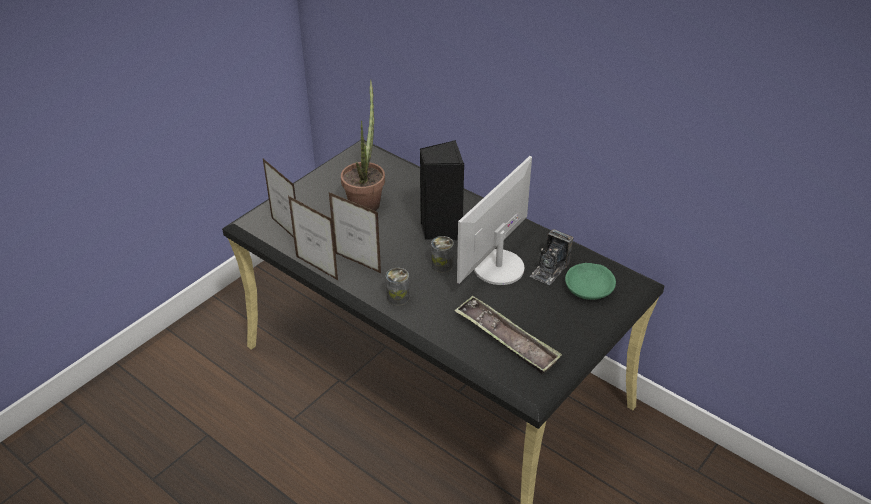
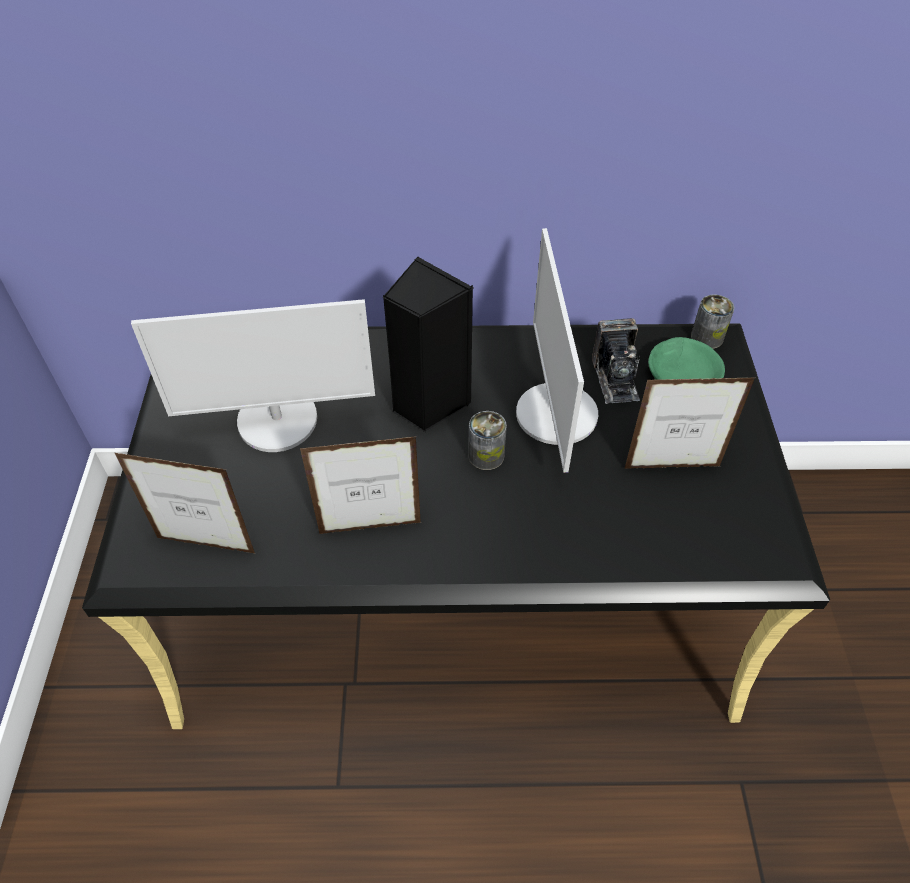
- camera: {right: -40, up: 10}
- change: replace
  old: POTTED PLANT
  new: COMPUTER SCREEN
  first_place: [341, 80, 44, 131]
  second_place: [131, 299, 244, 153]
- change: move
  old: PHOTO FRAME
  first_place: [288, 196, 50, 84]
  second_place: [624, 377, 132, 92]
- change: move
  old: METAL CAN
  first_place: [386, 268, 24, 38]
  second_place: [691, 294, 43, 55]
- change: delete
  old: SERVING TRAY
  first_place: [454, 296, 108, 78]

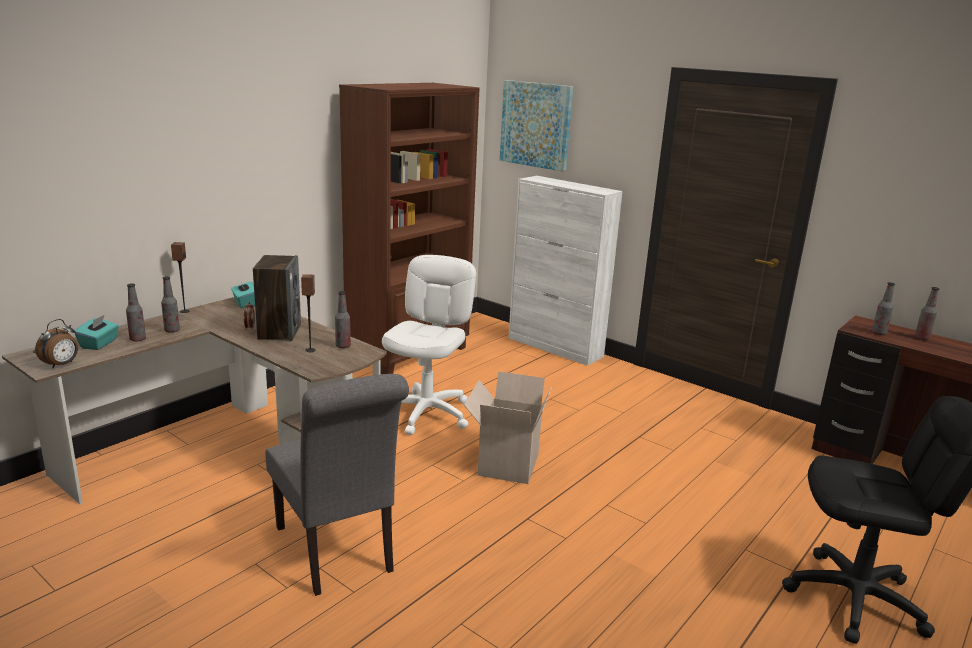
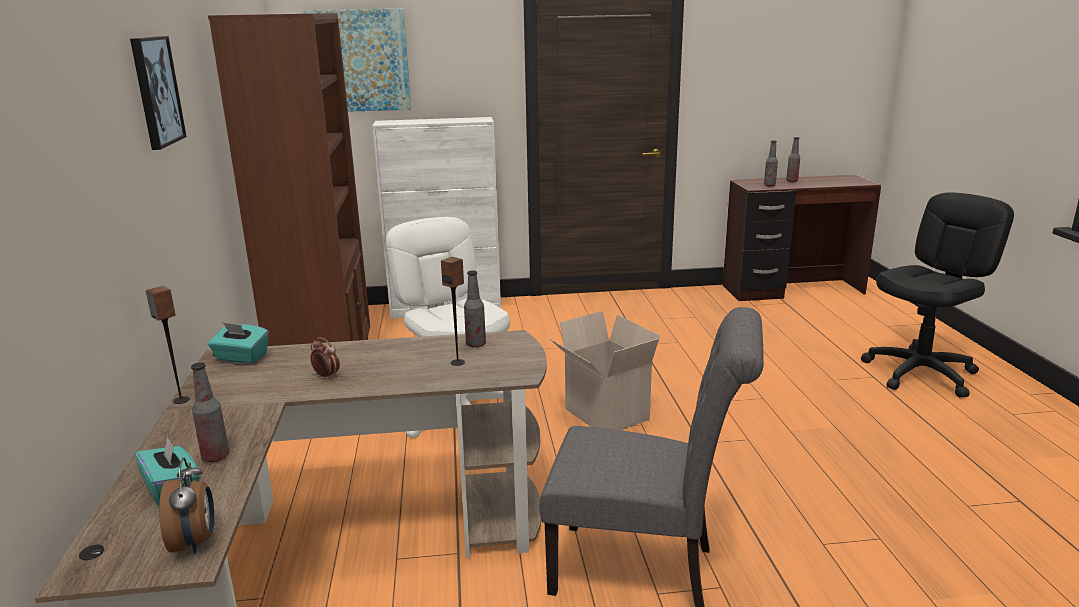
- camera: {right: -45, up: 0}
- change: insert
  new: PICTURE
  second_place: [130, 36, 57, 114]
- change: delete
  old: DRINK BOTTLE
  first_place: [161, 276, 19, 57]
- change: delete
  old: LOUDSPEAKER
  first_place: [253, 255, 48, 86]

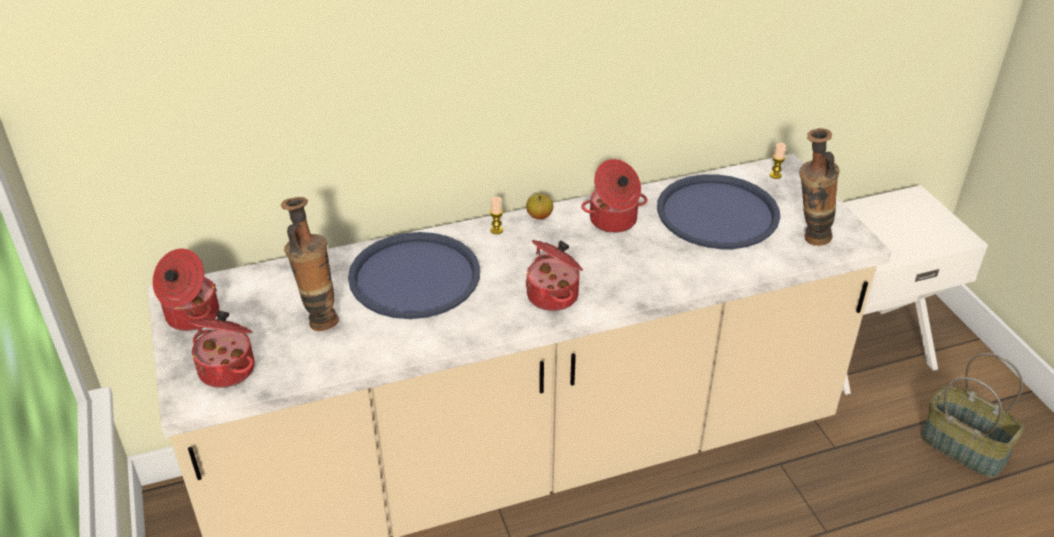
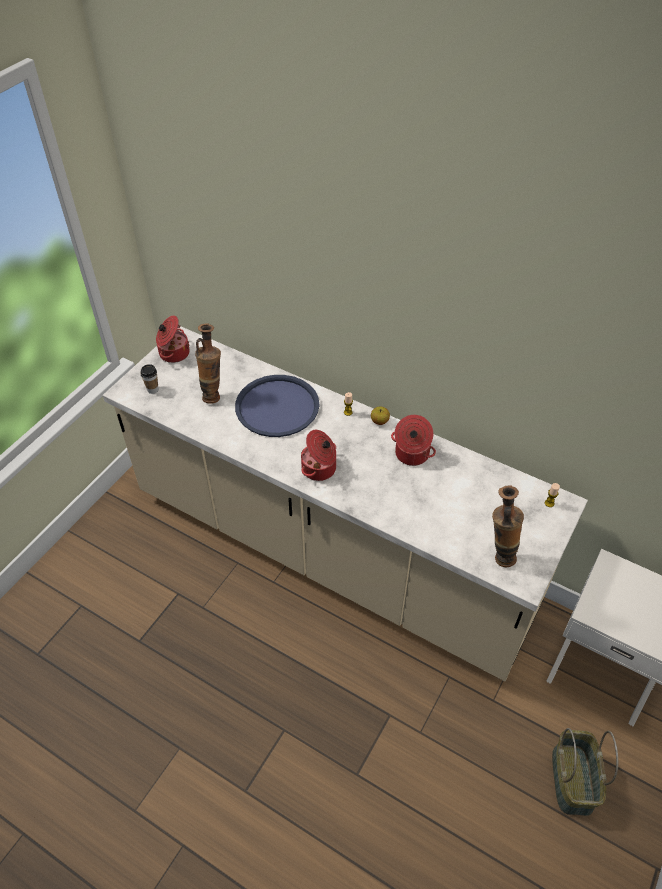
- camera: {right: 50, up: 10}
- change: replace
  old: STOCKPOT
  new: DRINKING CUP
  first_place: [187, 310, 68, 78]
  second_place: [140, 364, 19, 30]
- change: delete
  old: BLUISH SERVING TRAY
  first_place: [657, 174, 123, 75]

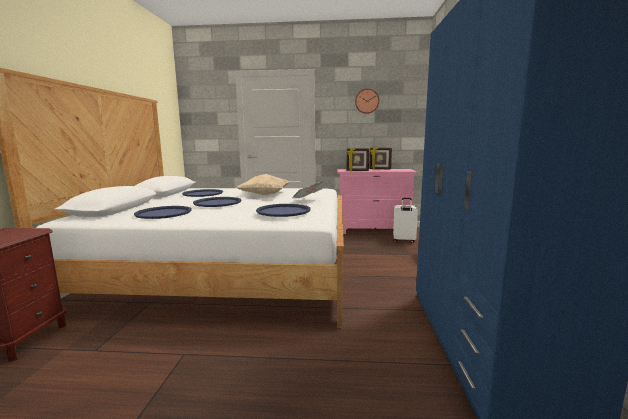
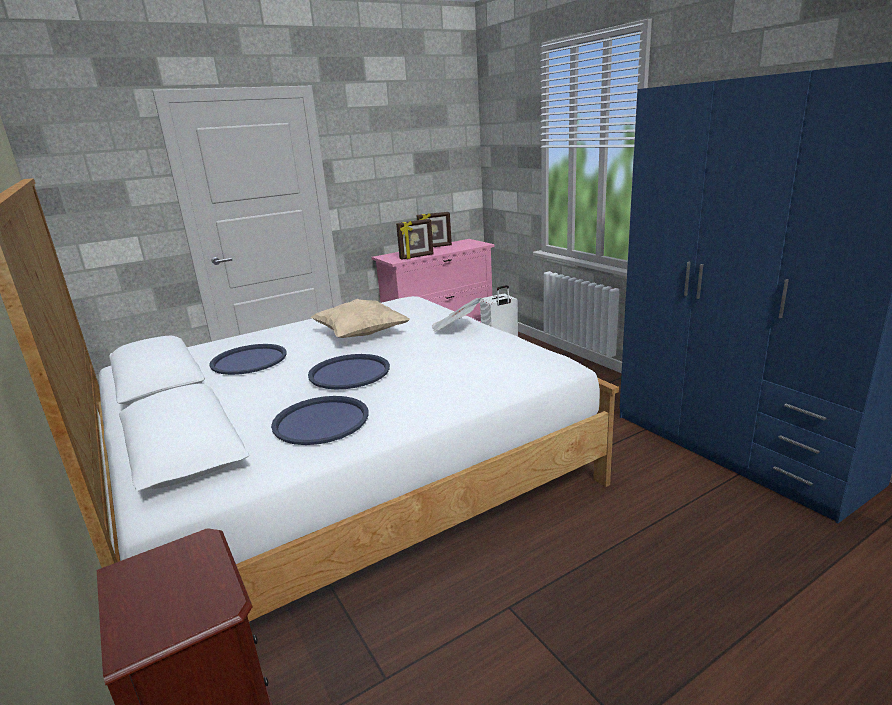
- camera: {right: -35, up: 10}
- change: delete
  old: BLUISH SERVING TRAY
  first_place: [256, 204, 55, 13]
- change: delete
  old: HANGING CLOCK
  first_place: [355, 89, 24, 25]

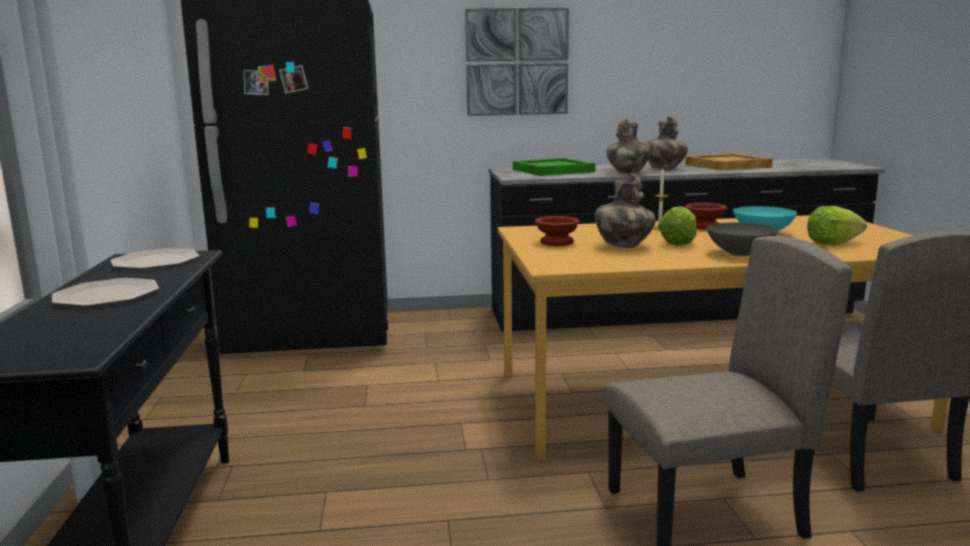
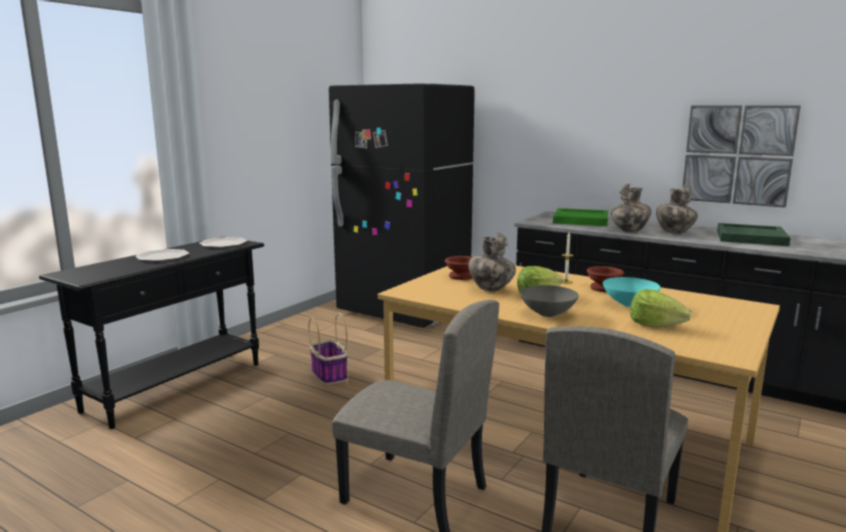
- camera: {right: 40, up: 0}
- change: insert
  new: HOUSEHOLD BASKET
  second_place: [309, 313, 39, 72]
- change: move
  old: PICTURE
  first_place: [465, 8, 104, 108]
  second_place: [682, 105, 119, 103]
- change: recolor
  old: SAND-COLOURED SERVING TRAY
  new: GREEN-COLOURED SERVING TRAY
  first_place: [685, 154, 88, 16]
  second_place: [717, 223, 73, 23]

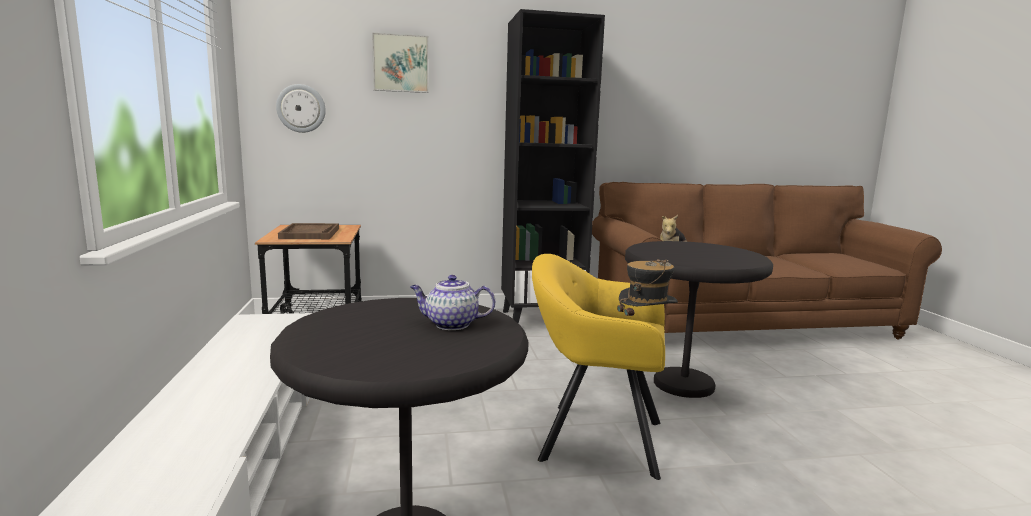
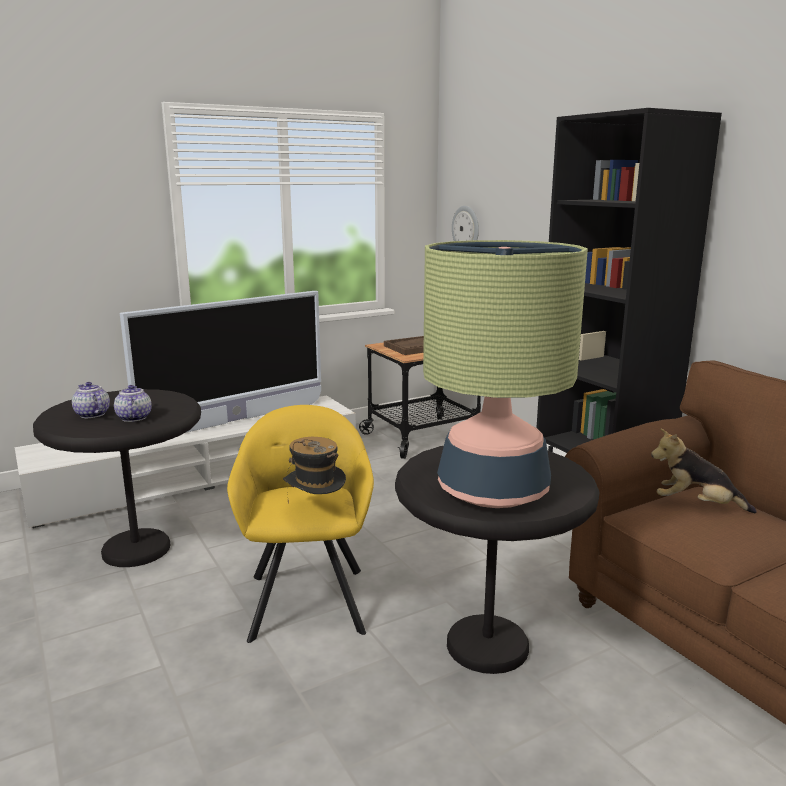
- camera: {right: 70, up: 5}
- change: insert
  new: POT FOR TEA
  second_place: [72, 382, 38, 36]
- change: insert
  new: TELEVISION
  second_place: [120, 291, 201, 142]
- change: insert
  new: LAMP FOR A TABLE
  second_place: [423, 240, 165, 268]
- change: delete
  old: PICTURE
  first_place: [372, 33, 57, 60]

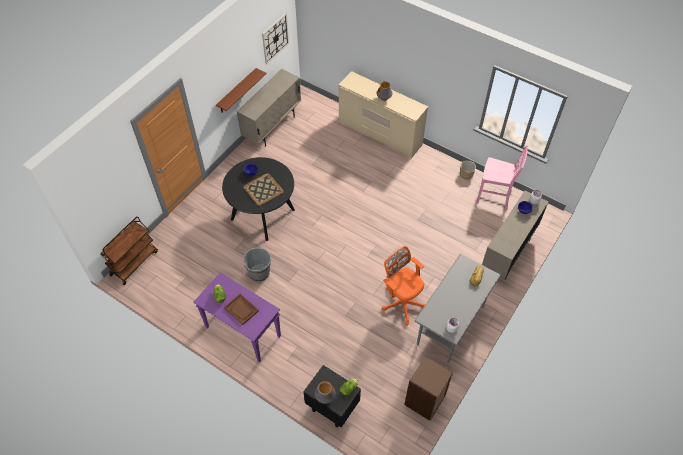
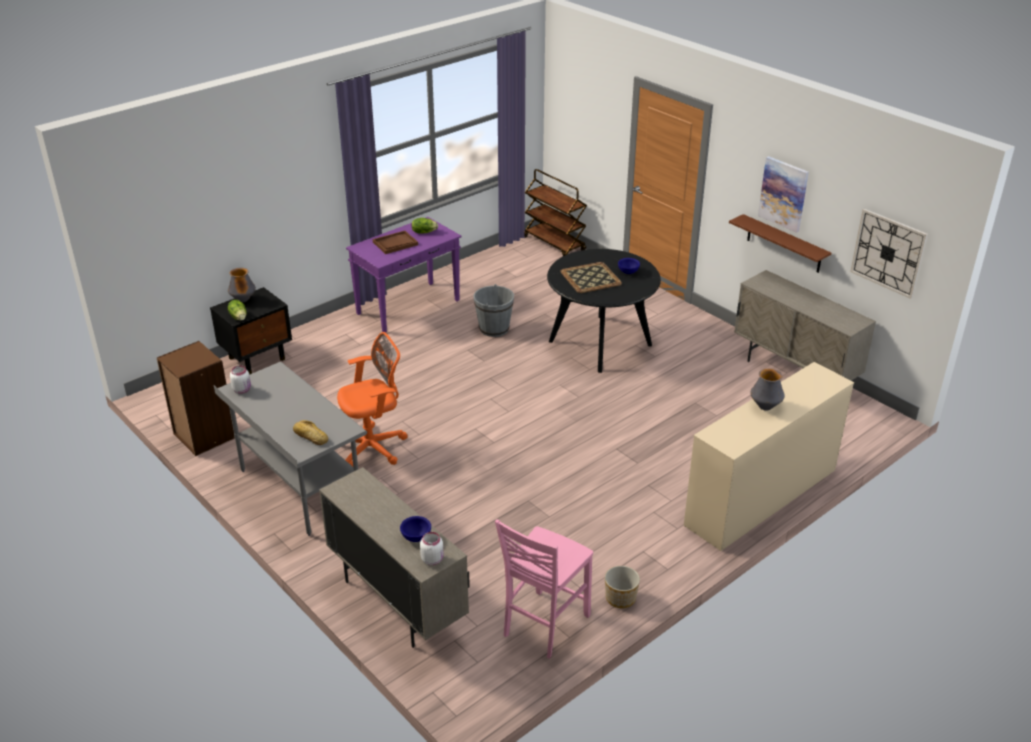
- camera: {right: 105, up: -20}
- change: insert
  new: PICTURE
  second_place: [758, 156, 51, 77]

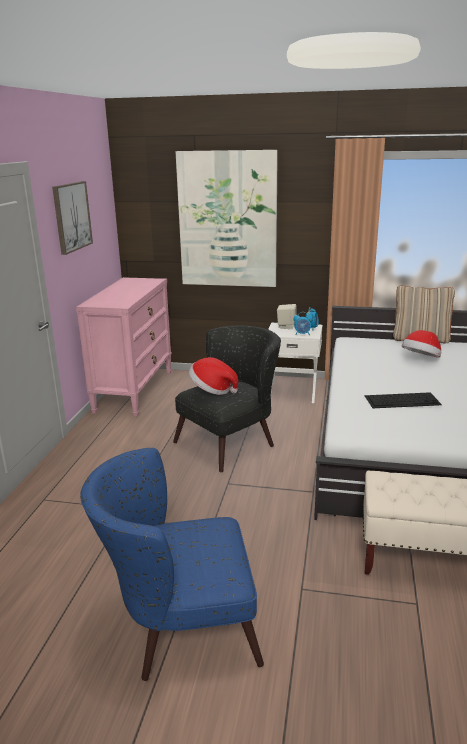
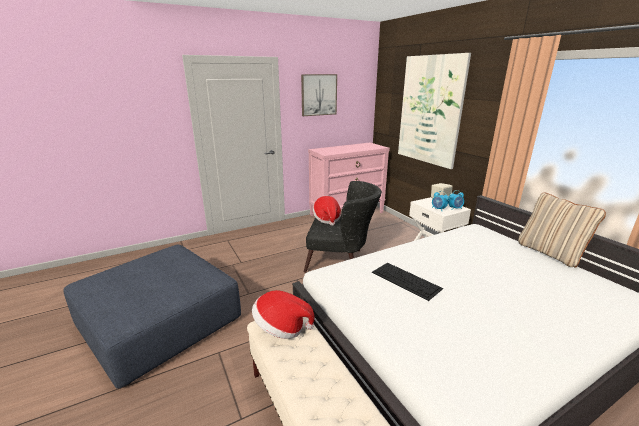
- camera: {right: 50, up: 0}
- change: replace
  old: BLUISH LOUNGE CHAIR
  new: BLUISH POUFFE
  first_place: [80, 448, 184, 233]
  second_place: [63, 244, 178, 145]
- change: move
  old: HAT
  first_place: [402, 330, 39, 27]
  second_place: [252, 290, 63, 49]

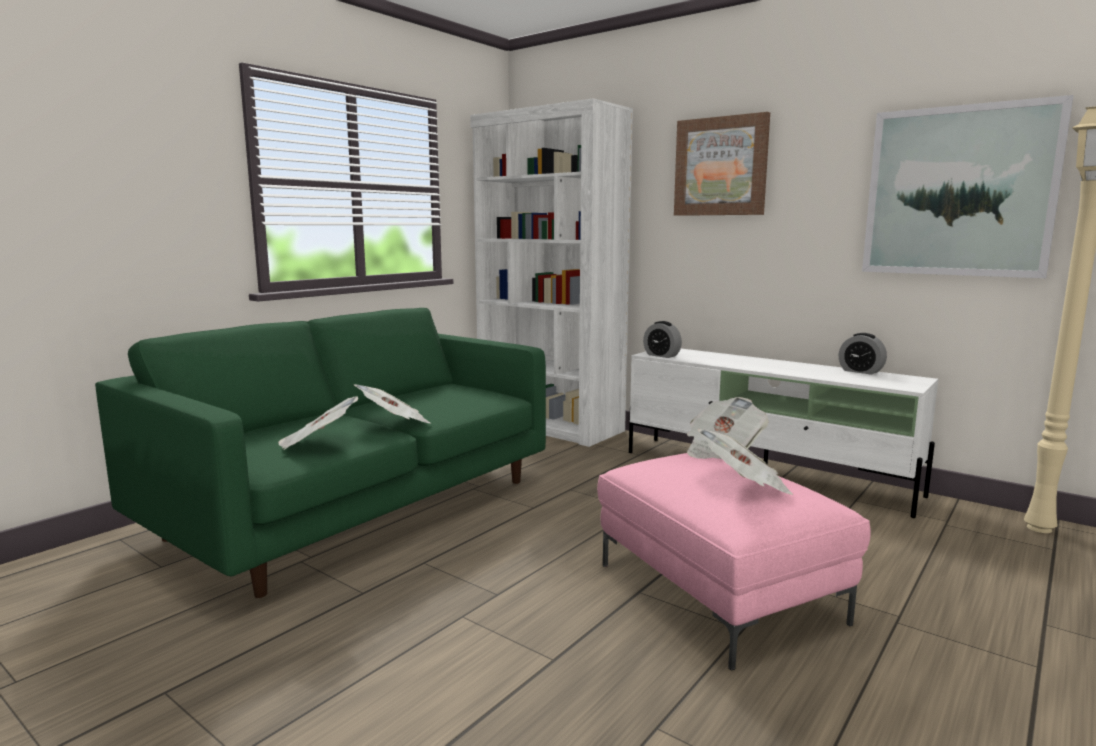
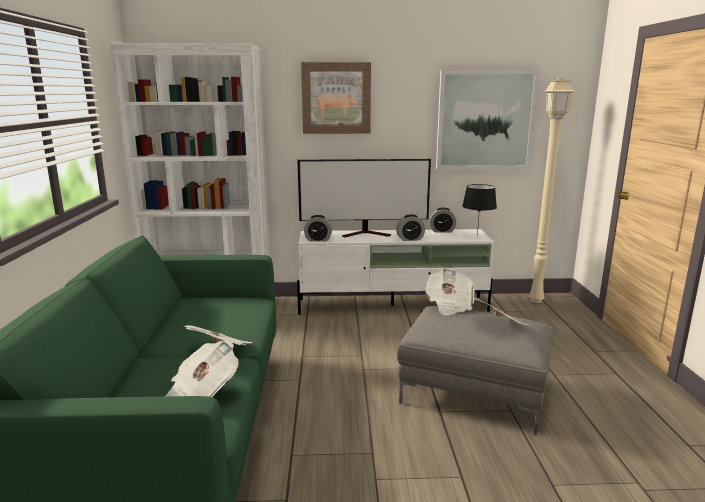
- camera: {right: -40, up: 5}
- change: insert
  new: TELEVISION
  second_place: [297, 159, 134, 78]
- change: insert
  new: BEDSIDE CLOCK
  second_place: [396, 214, 29, 27]
- change: recolor
  old: PINK-COLOURED POUFFE
  new: GREYISH POUFFE
  first_place: [597, 453, 274, 218]
  second_place: [397, 306, 156, 129]
- change: insert
  new: BLACK-COLOURED LAMP FOR A TABLE
  second_place: [462, 184, 35, 52]

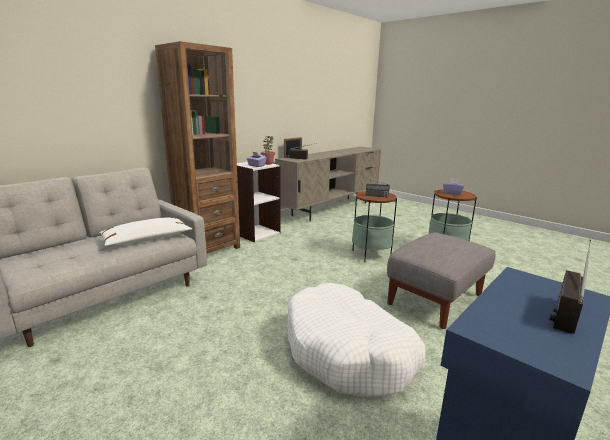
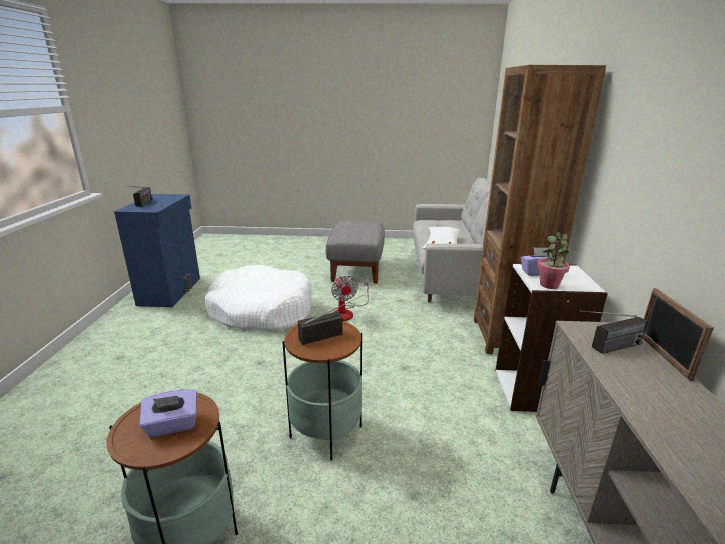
- camera: {right: 140, up: 5}
- change: move
  old: GREYISH POUFFE
  first_place: [387, 233, 109, 96]
  second_place: [325, 221, 60, 63]
- change: insert
  new: ELECTRIC FAN
  second_place: [331, 276, 38, 45]

